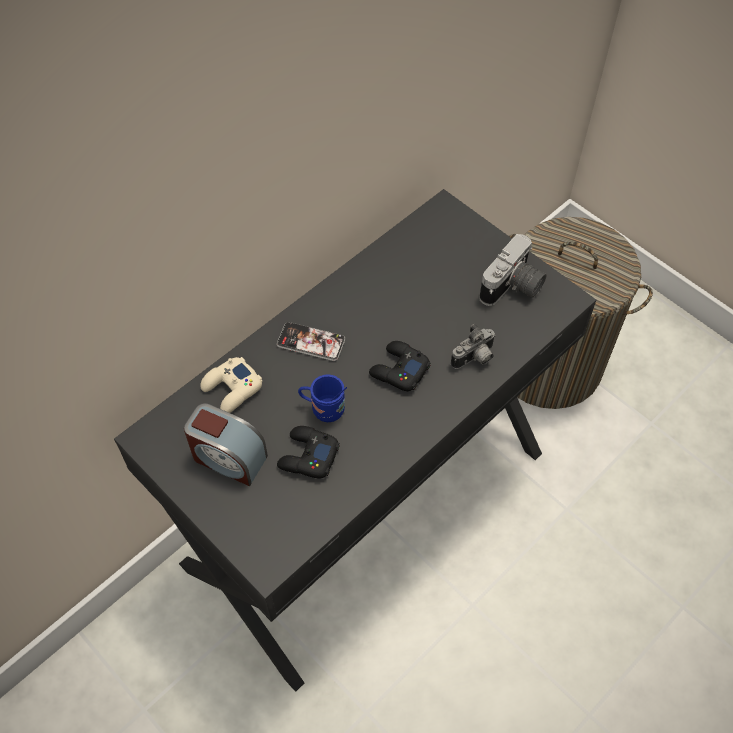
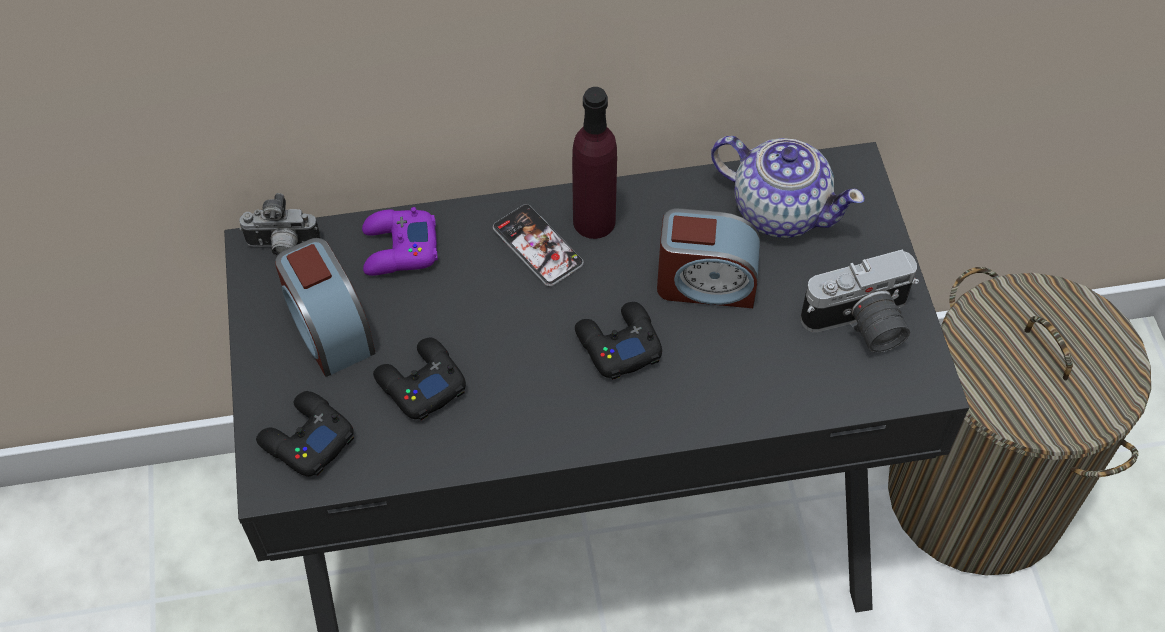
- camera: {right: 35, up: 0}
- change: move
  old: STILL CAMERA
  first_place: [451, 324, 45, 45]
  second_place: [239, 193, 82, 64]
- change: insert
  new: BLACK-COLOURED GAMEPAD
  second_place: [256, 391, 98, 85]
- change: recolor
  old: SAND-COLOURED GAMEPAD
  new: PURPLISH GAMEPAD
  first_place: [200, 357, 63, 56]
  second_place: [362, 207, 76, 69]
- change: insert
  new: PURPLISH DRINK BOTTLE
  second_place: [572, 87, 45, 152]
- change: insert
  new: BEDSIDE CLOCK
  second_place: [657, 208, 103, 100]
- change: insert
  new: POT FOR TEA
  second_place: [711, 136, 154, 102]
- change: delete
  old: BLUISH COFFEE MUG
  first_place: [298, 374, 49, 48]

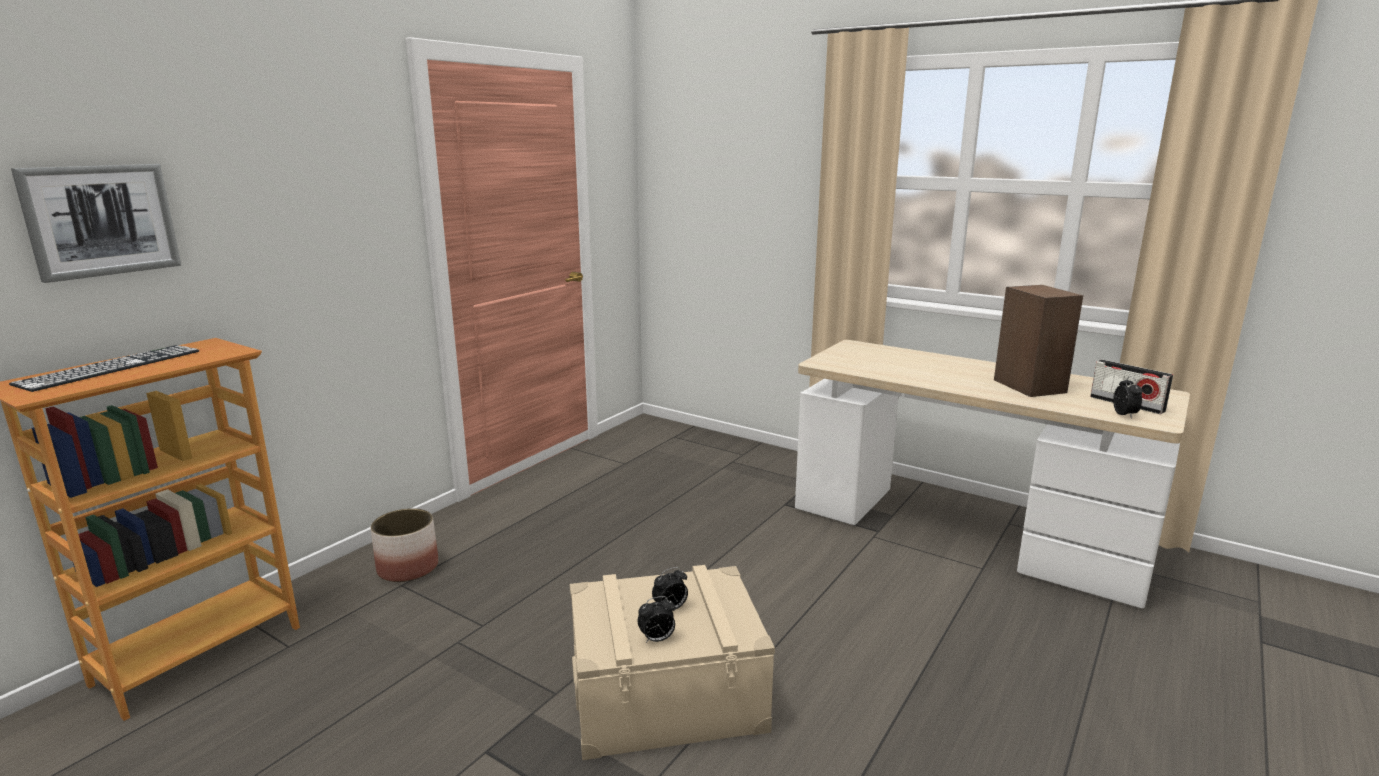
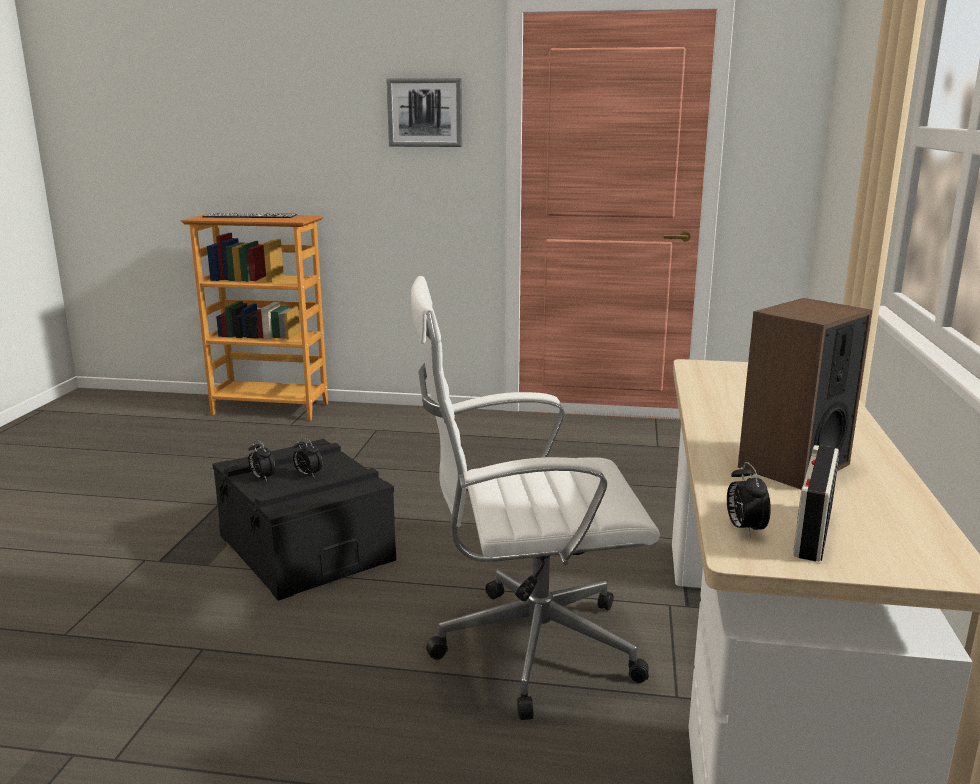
- camera: {right: 65, up: 0}
- change: recolor
  old: SAND-COLOURED STORAGE BIN
  new: BLACK-COLOURED STORAGE BIN
  first_place: [570, 565, 205, 195]
  second_place: [212, 439, 184, 162]
- change: move
  old: PICTURE
  first_place: [11, 164, 170, 119]
  second_place: [386, 78, 76, 69]
- change: insert
  new: WHITE OFFICE CHAIR
  second_place: [411, 276, 249, 444]
- change: rotate
  old: BEDSIDE CLOCK
  first_place: [1113, 376, 30, 43]
  second_place: [727, 462, 44, 75]
  degrees: 105
- change: delete
  old: FLOWER POT
  first_place: [370, 508, 68, 74]

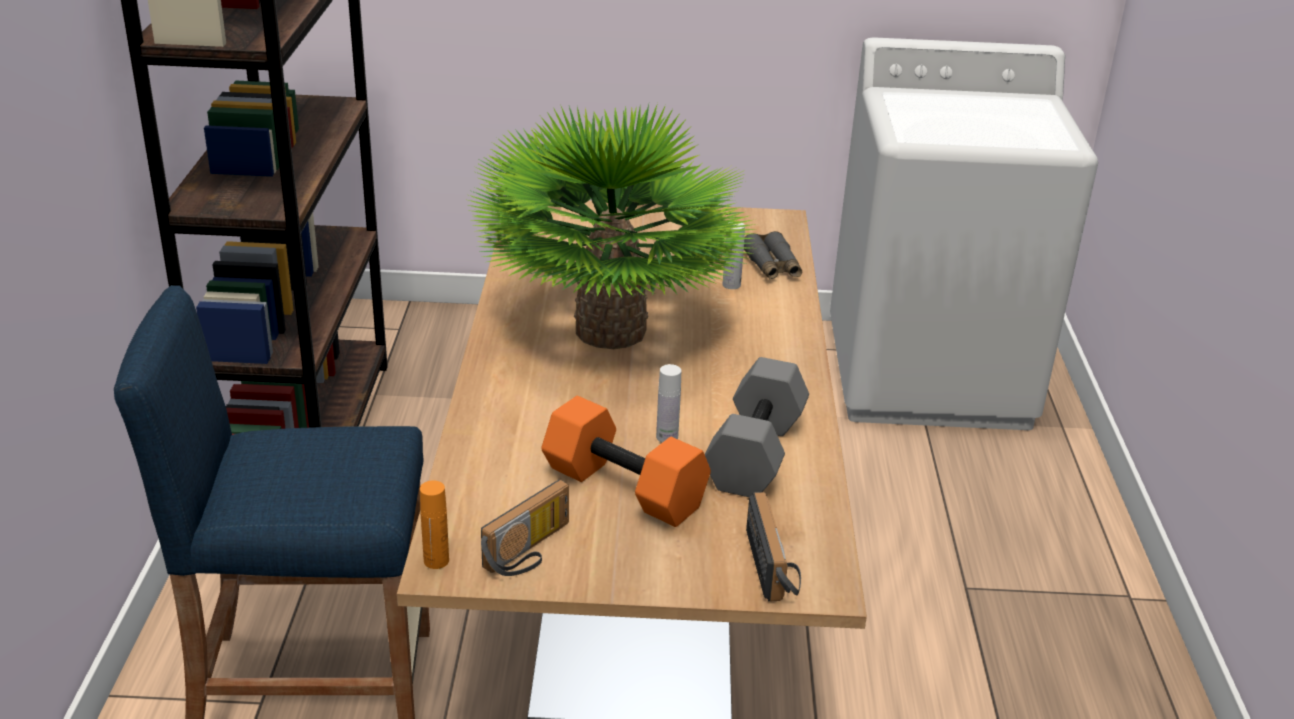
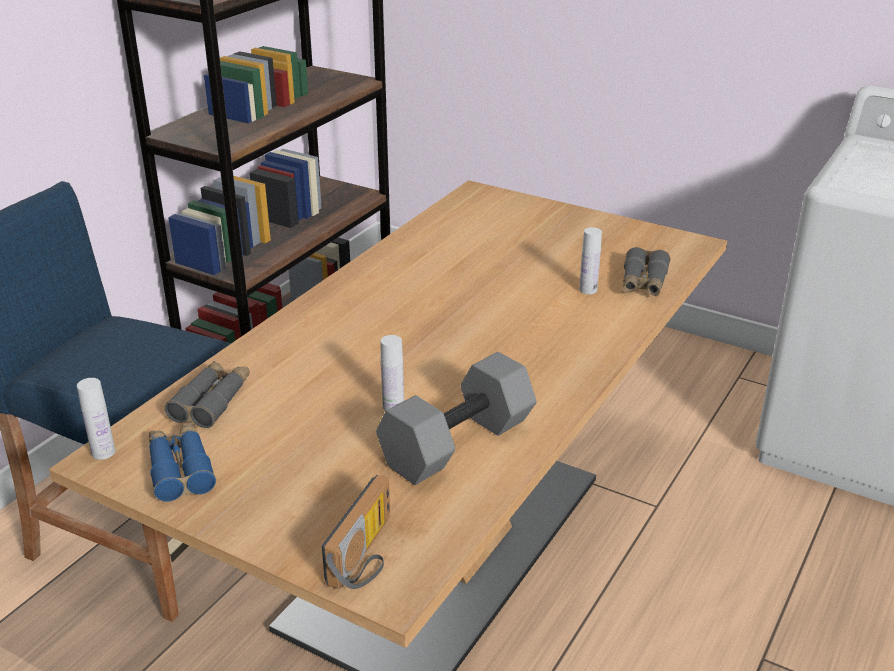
- camera: {right: 30, up: 0}
- change: recolor
  old: ORANGE-COLOURED DRINK BOTTLE
  new: WHITE DRINK BOTTLE
  first_place: [420, 480, 29, 89]
  second_place: [77, 378, 38, 82]
- change: replace
  old: RADIO RECEIVER
  new: BLUISH BINOCULARS
  first_place: [481, 480, 88, 96]
  second_place: [149, 423, 67, 79]
- change: insert
  new: GREYISH BINOCULARS
  second_place: [165, 361, 85, 67]
- change: delete
  old: POTTED PLANT
  first_place: [465, 103, 291, 246]
- change: delete
  old: ORANGE-COLOURED FREE WEIGHT
  first_place: [541, 396, 170, 131]

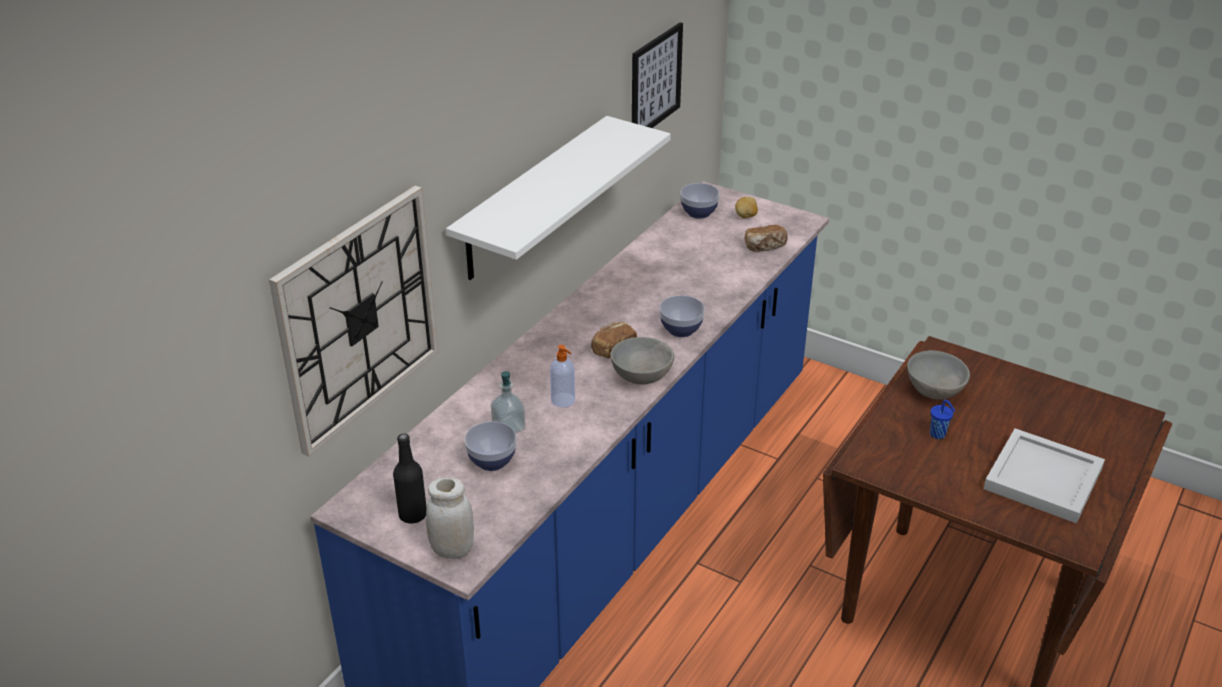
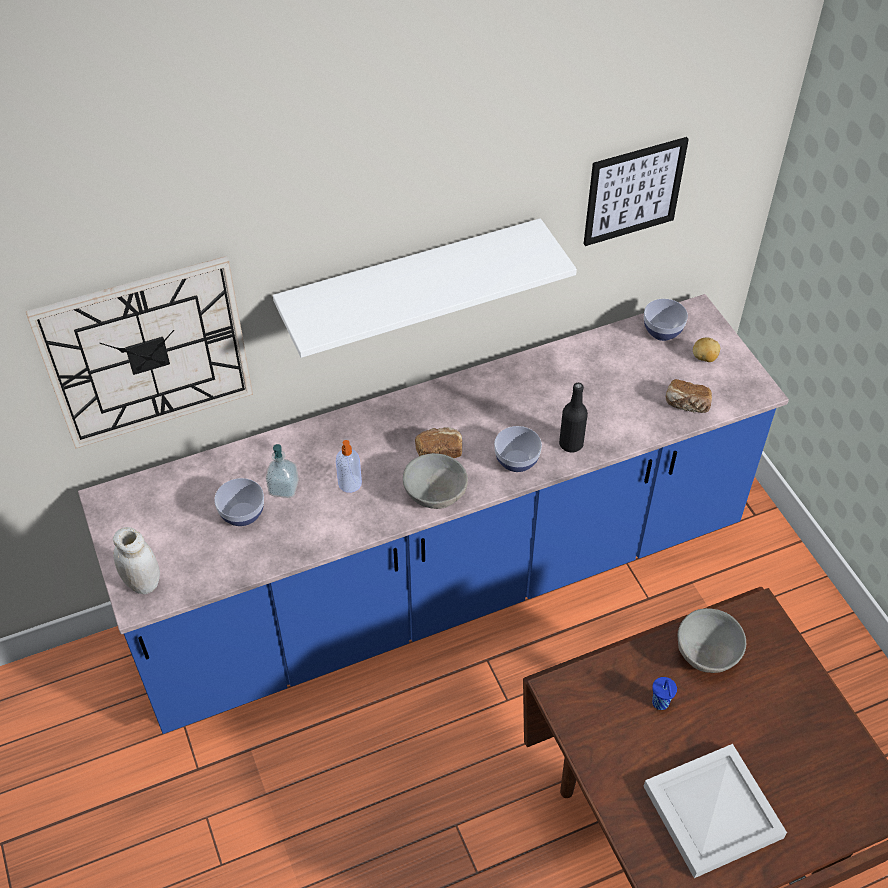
- camera: {right: 35, up: 15}
- change: move
  old: BLACK-COLOURED DRINK BOTTLE
  first_place: [393, 433, 34, 91]
  second_place: [559, 383, 29, 69]

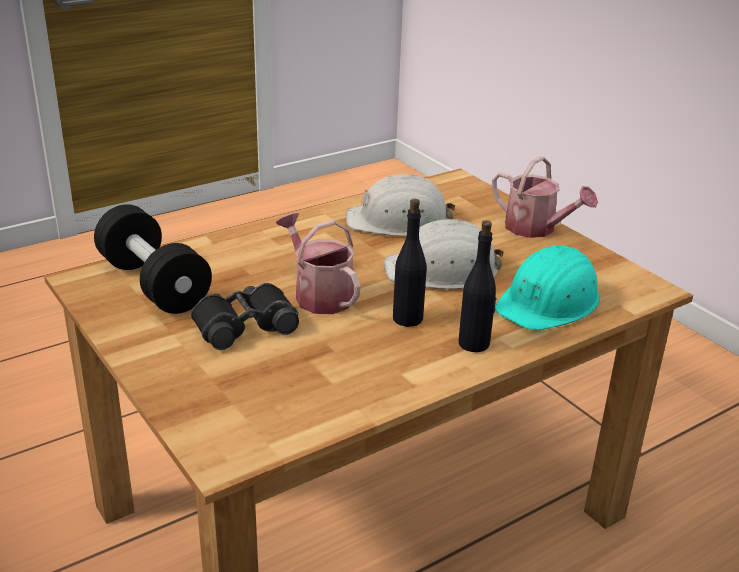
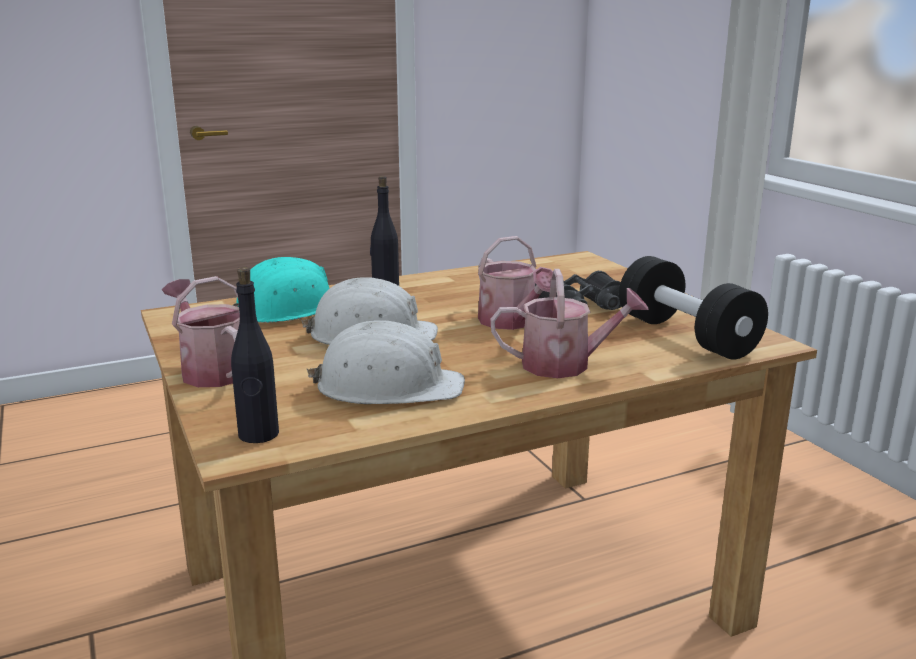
- camera: {right: -170, up: -10}
- change: move
  old: BLACK-COLOURED DRINK BOTTLE
  first_place: [393, 199, 34, 128]
  second_place: [231, 267, 48, 176]
- change: insert
  new: WATERING CAN
  second_place: [490, 269, 159, 109]

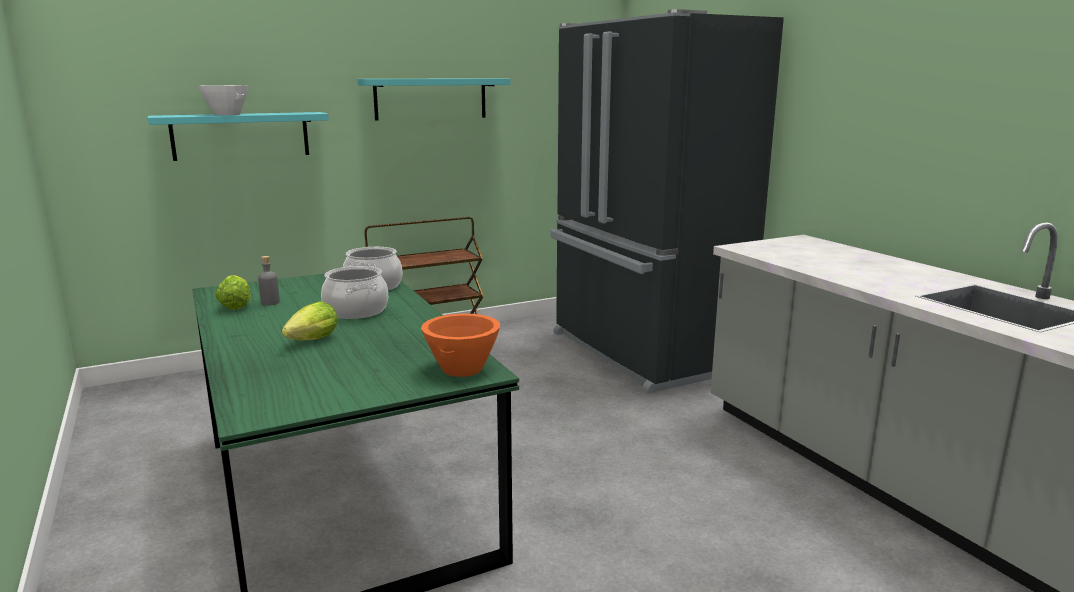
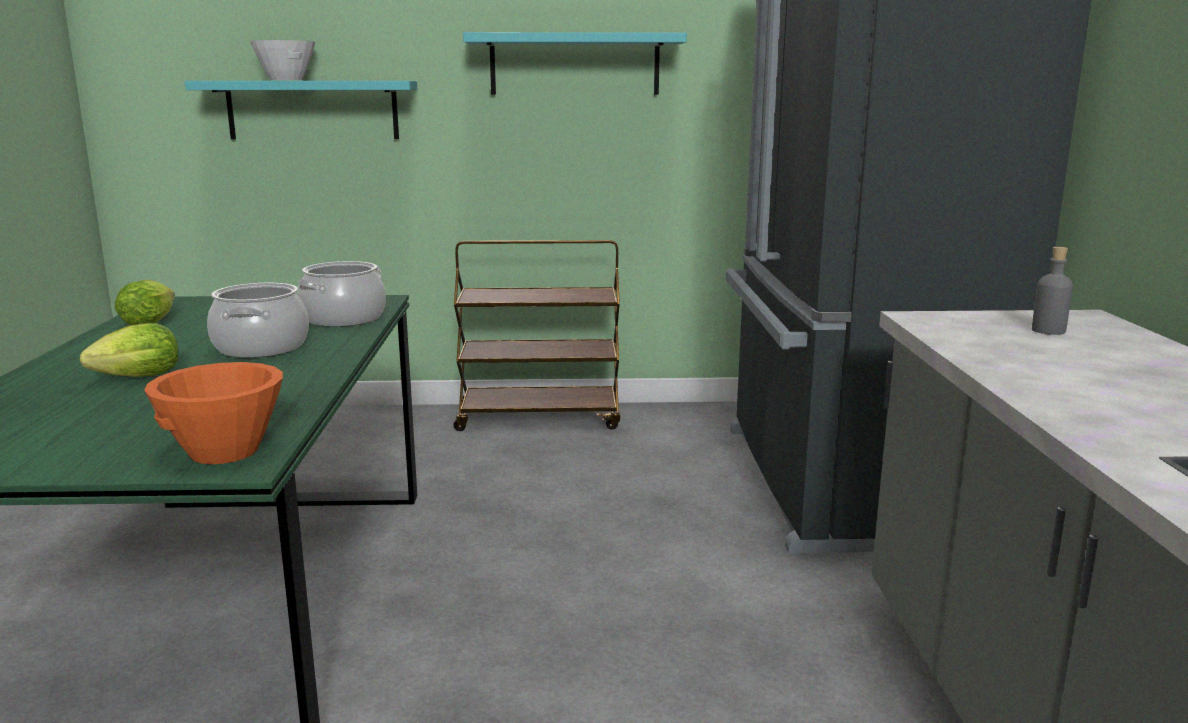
- camera: {right: 25, up: 0}
- change: move
  old: GREYISH DRINK BOTTLE
  first_place: [258, 256, 22, 49]
  second_place: [1032, 247, 41, 88]

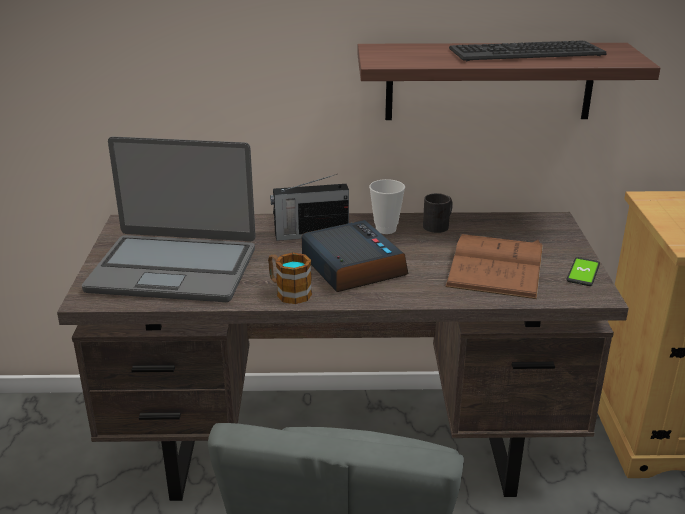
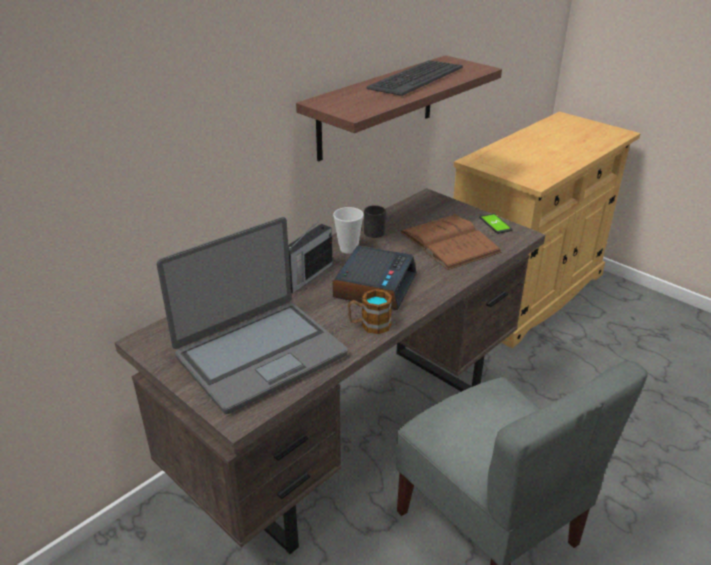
- camera: {right: -45, up: 5}
- change: rotate
  old: BEDSIDE CLOCK
  first_place: [302, 220, 106, 72]
  second_place: [333, 246, 83, 64]
  degrees: 90

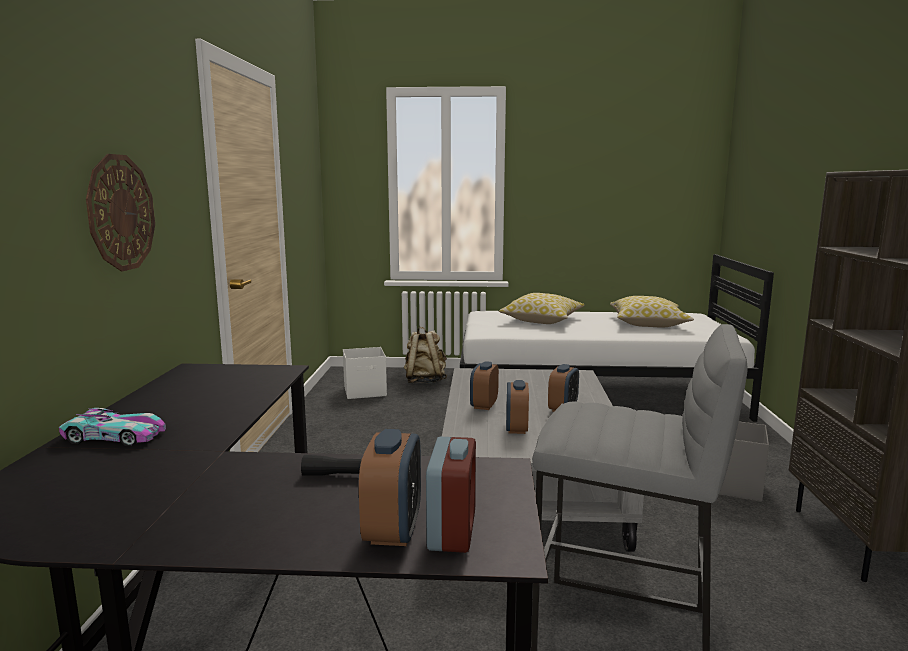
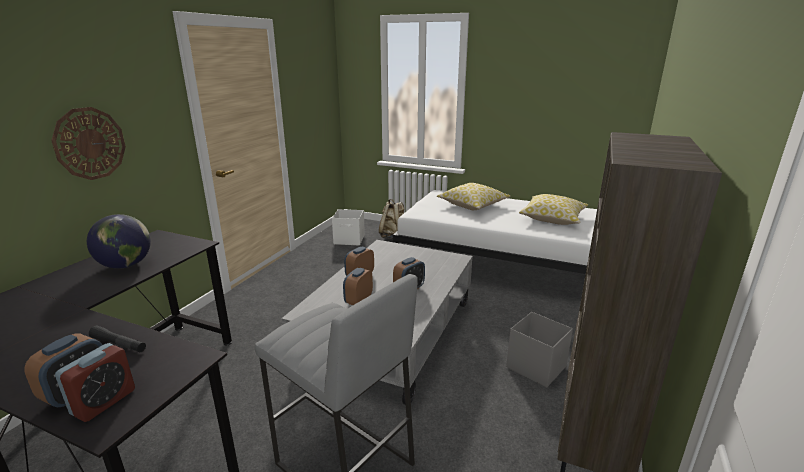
- camera: {right: 20, up: 10}
- change: insert
  new: WORLD GLOBE
  second_place: [87, 214, 64, 55]
- change: delete
  old: MINIATURE CAR
  first_place: [59, 408, 107, 38]

